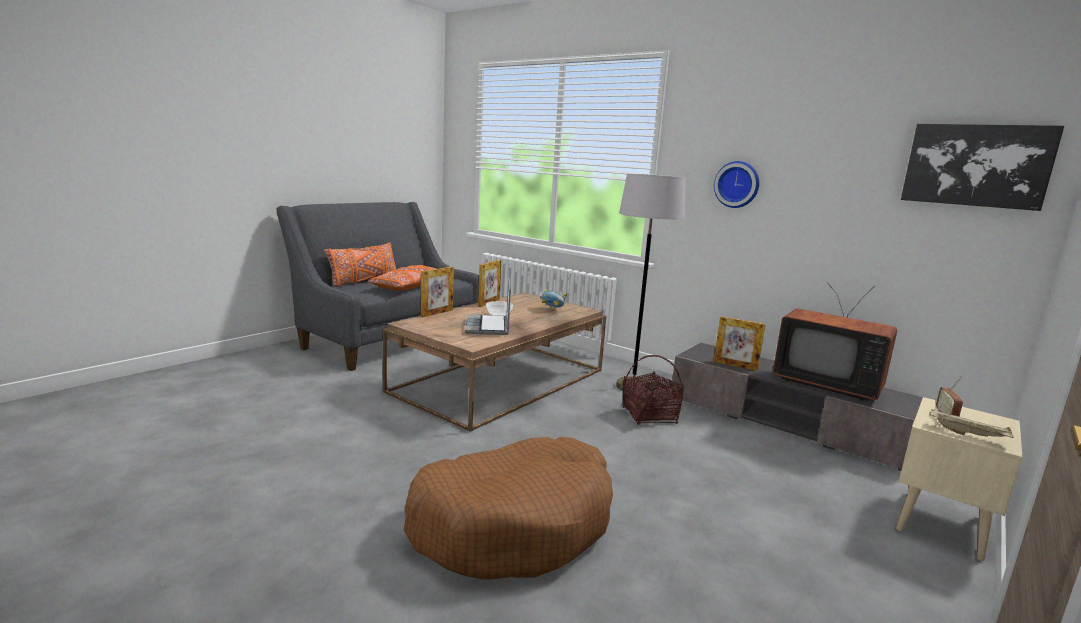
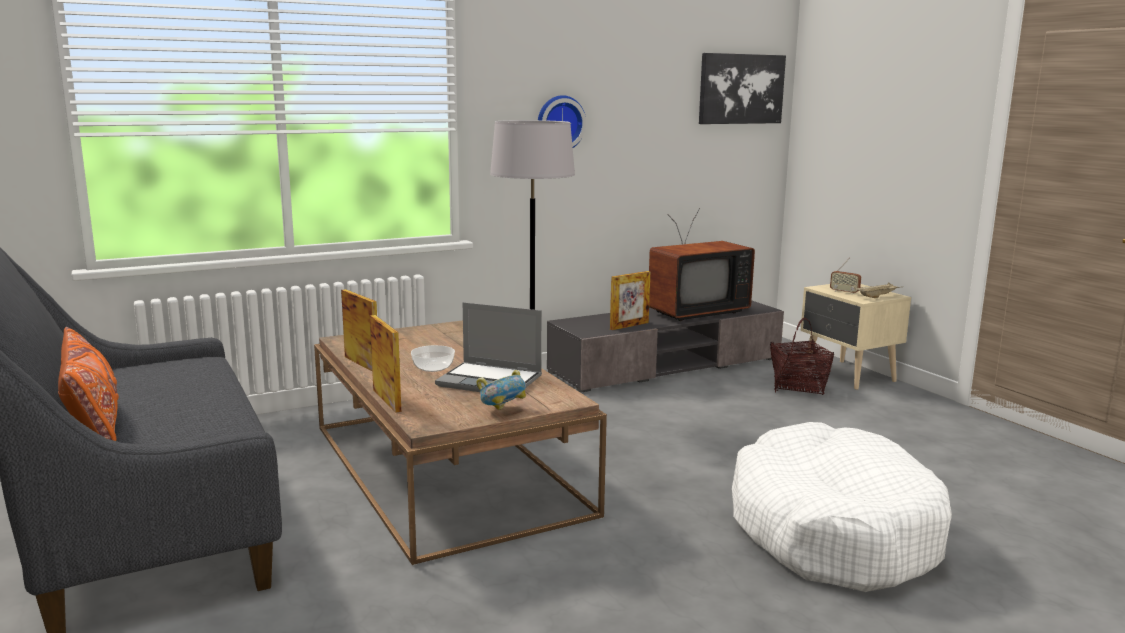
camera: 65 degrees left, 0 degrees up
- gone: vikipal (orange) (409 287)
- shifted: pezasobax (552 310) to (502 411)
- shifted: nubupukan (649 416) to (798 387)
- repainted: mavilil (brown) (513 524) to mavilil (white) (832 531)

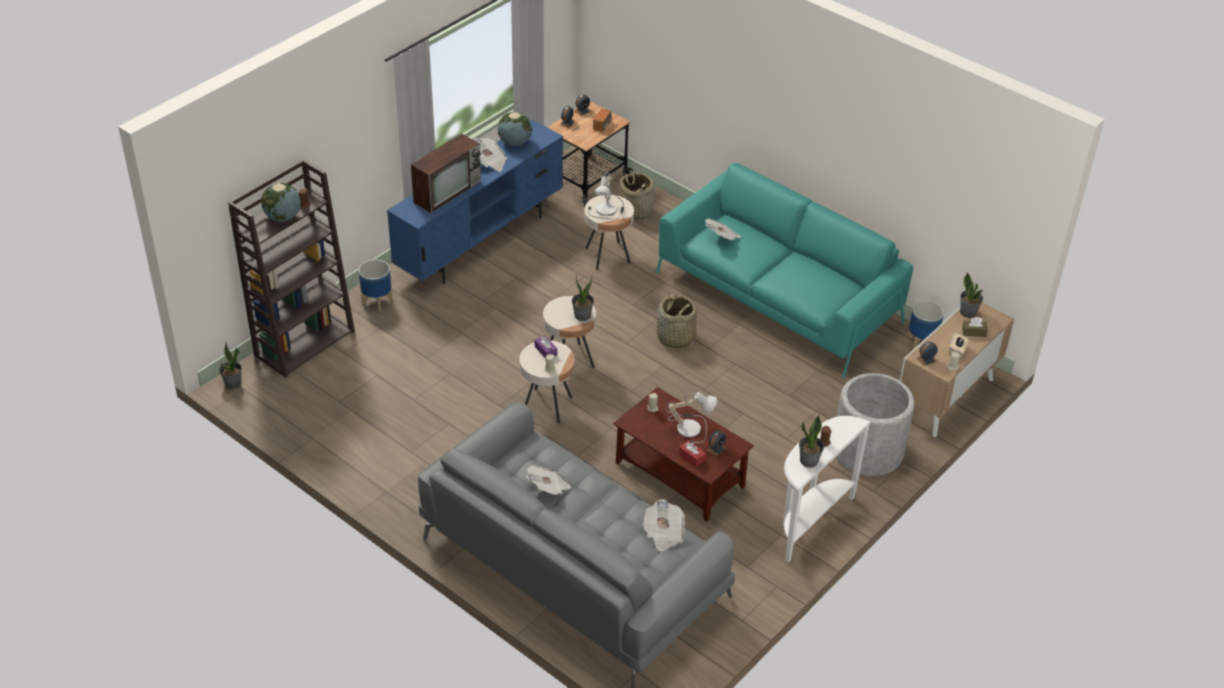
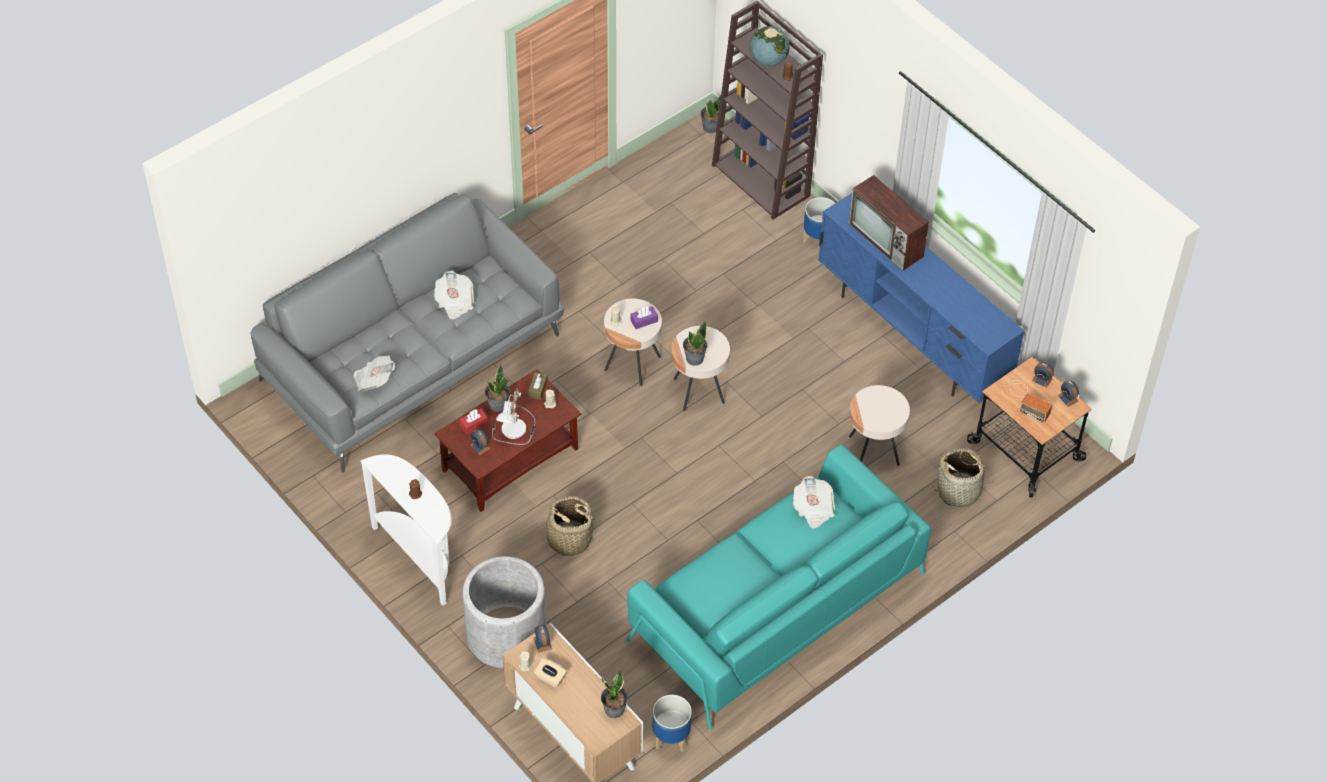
camera: 100 degrees right, 10 degrees up
- gone: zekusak (489 162)
- gone: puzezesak (515 142)
- gone: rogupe (608 210)
- shifted: nubupukan (675 337) to (569 539)
- shifted: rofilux (809 461) to (498 405)
- shifted: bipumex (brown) (974 332) to (537 389)

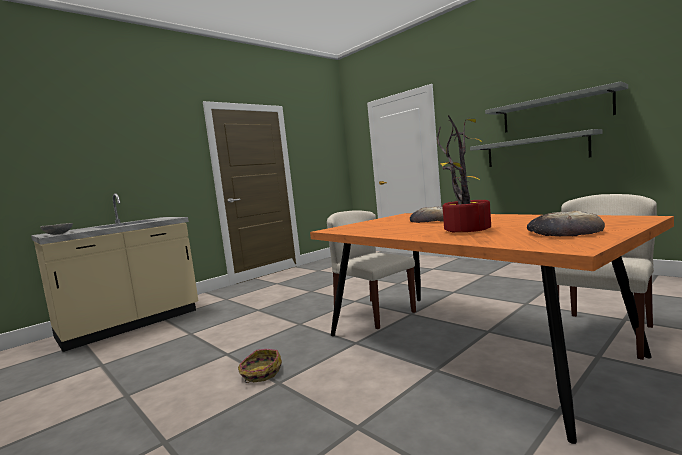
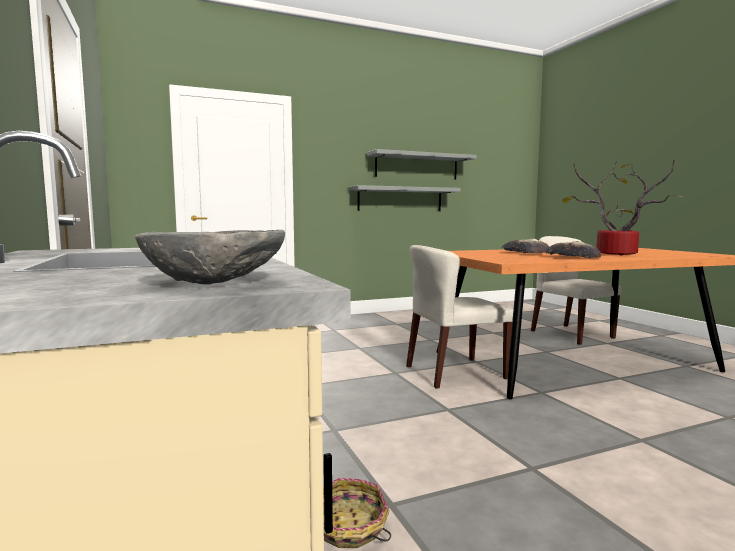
camera: 70 degrees left, 0 degrees up
- shifted: nubupukan (260 373) to (350 528)
- shifted: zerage (564 232) to (571 257)

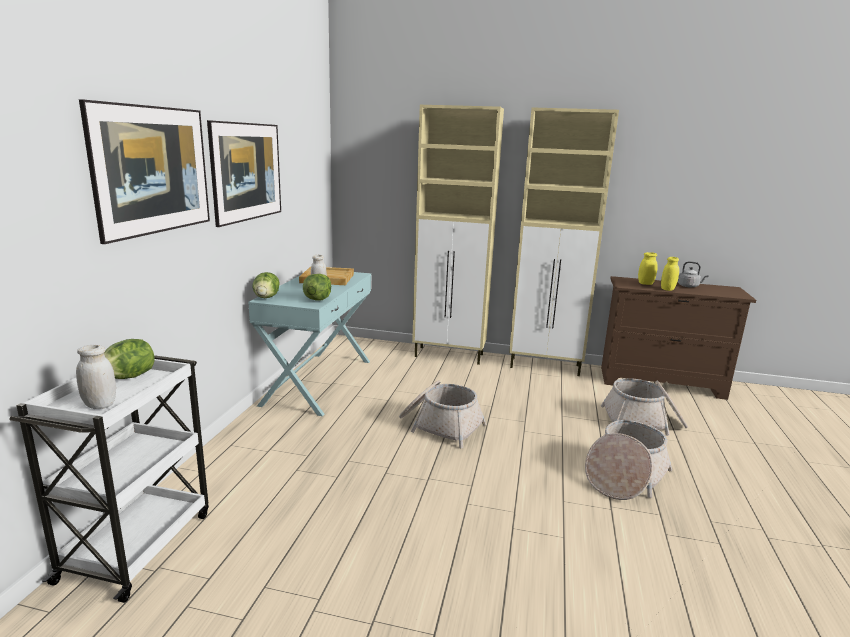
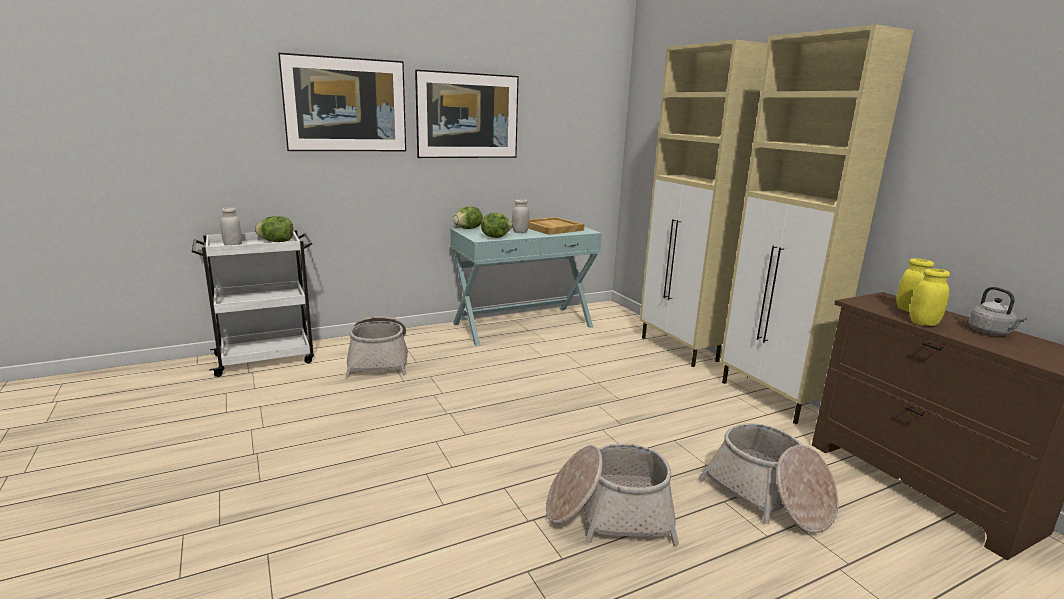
camera: 50 degrees right, 0 degrees up
- shifted: nubupukan (440 425) to (379 360)

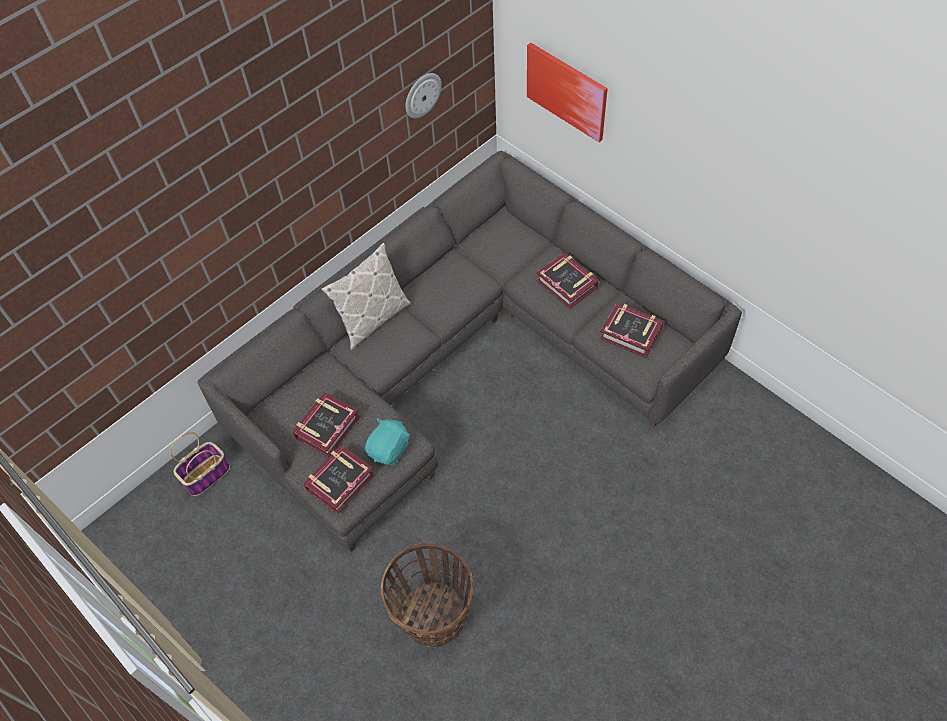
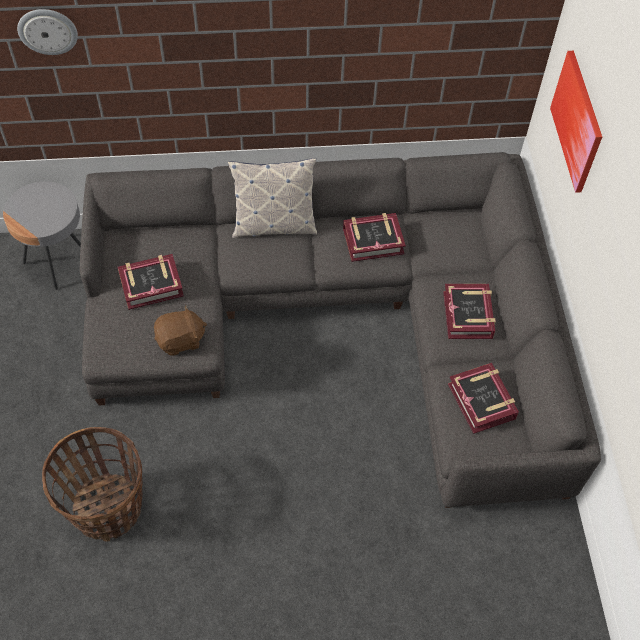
camera: 35 degrees right, 0 degrees up
- shifted: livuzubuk (340 481) to (373 241)
- shifted: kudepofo (422 95) to (47 31)
- swapped: nubupukan (206 474) to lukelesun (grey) (58 261)
- repainted: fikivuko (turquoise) (389 449) to fikivuko (brown) (181 340)

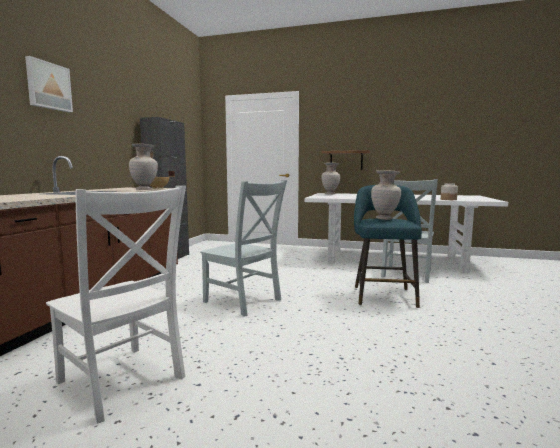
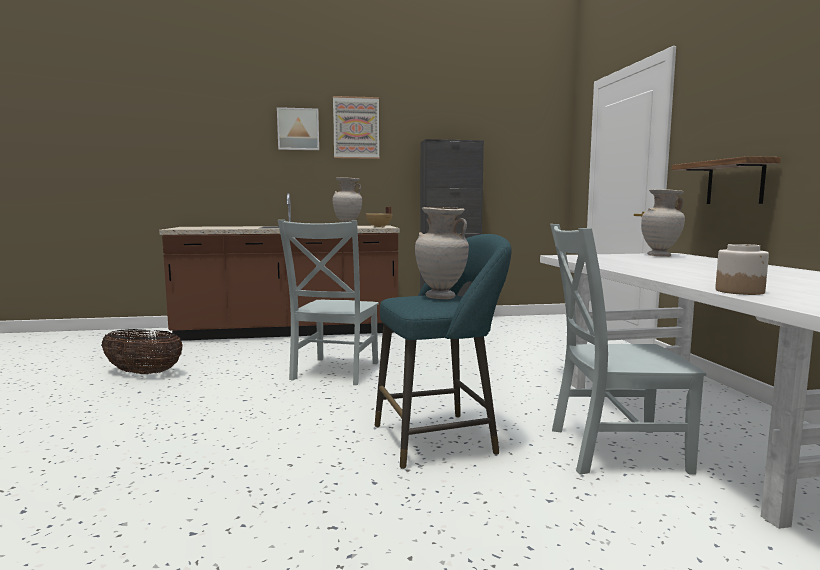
camera: 65 degrees right, 0 degrees up
- new: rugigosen (356 128)
- swapped: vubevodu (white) (123 382) to nubupukan (144 373)

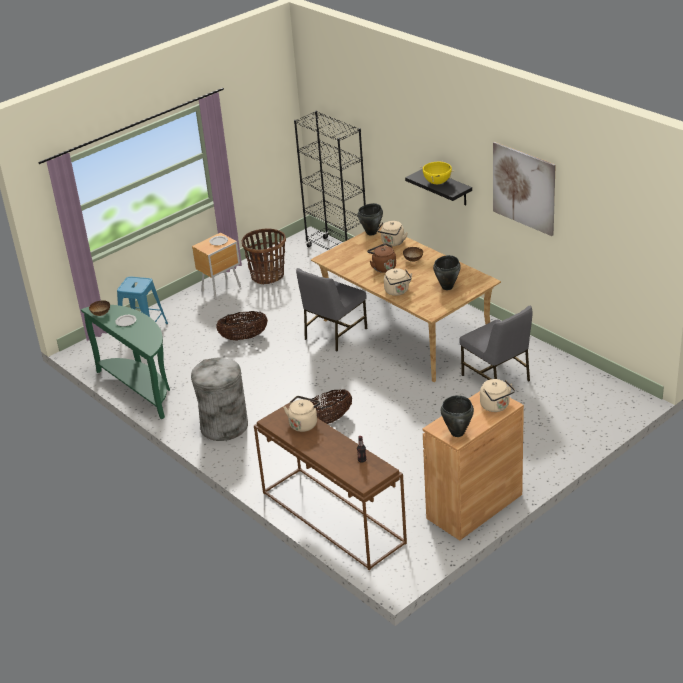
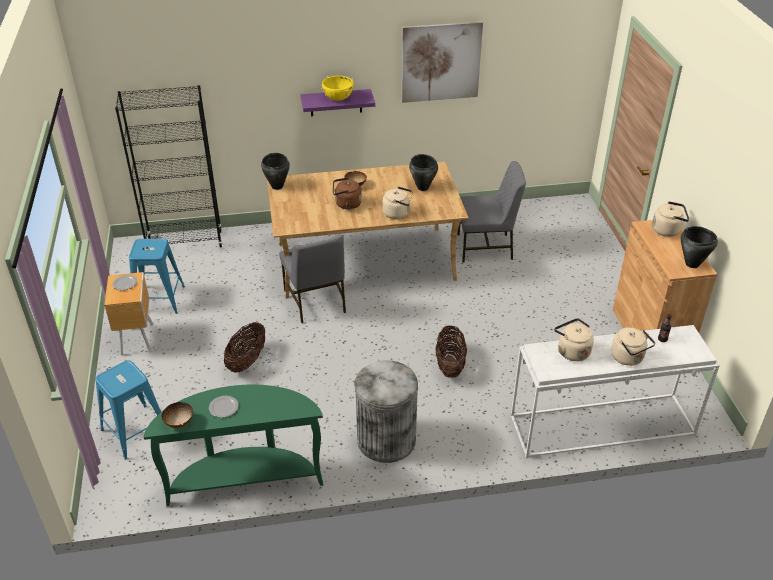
camera: 60 degrees left, 5 degrees up
- shifted: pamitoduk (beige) (392 243) to (628 358)
- swapped: nubupukan (267 276) to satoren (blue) (159 299)
- repainted: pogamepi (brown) (331 517) to pogamepi (white) (601 427)
- repainted: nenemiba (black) (448 187) to nenemiba (purple) (336 102)

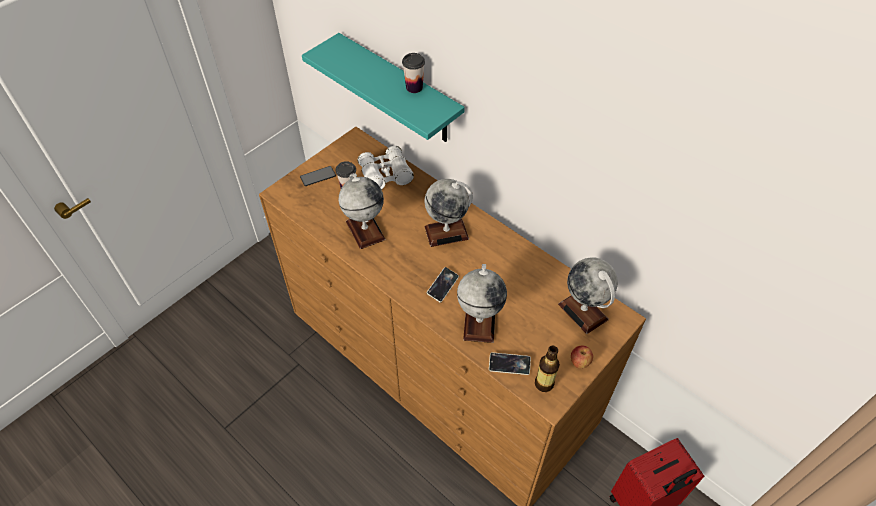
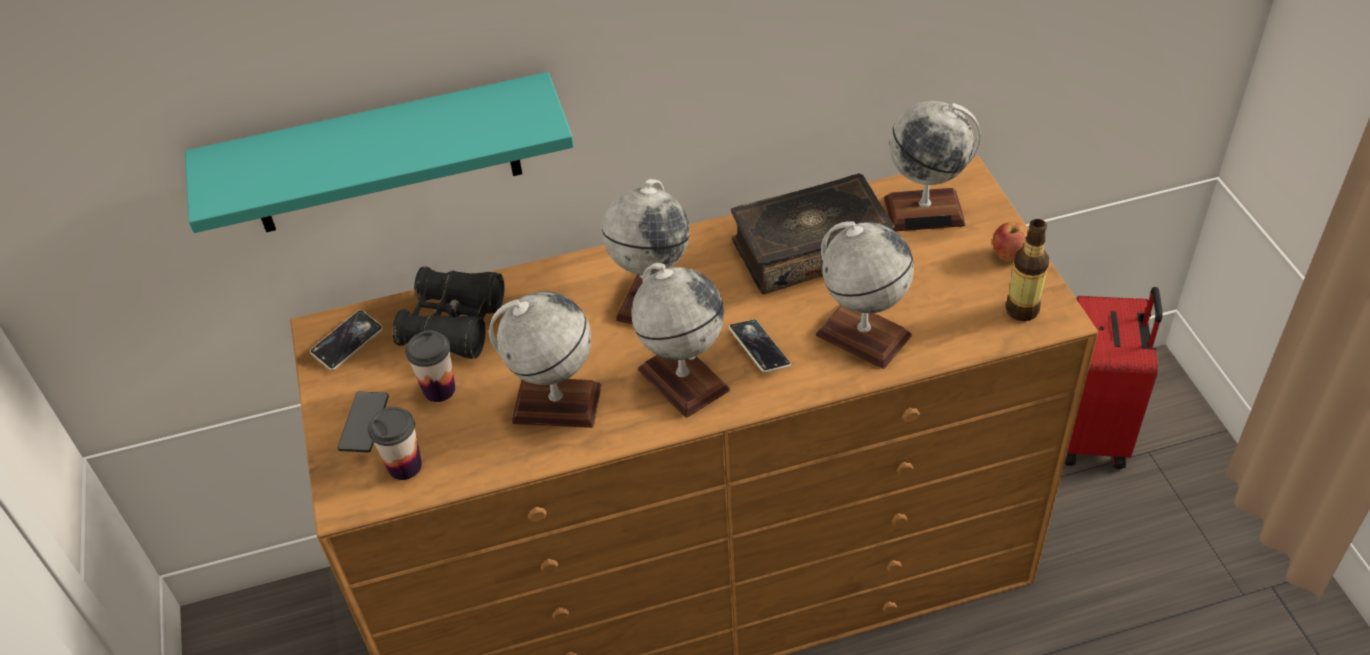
camera: 55 degrees left, 5 degrees down
- new: puzezesak (682 379)
- new: livuzubuk (812 248)
- shifted: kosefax (414 87) to (404 466)
- shifted: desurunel (509 365) to (347 343)
- repainted: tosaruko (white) (385 175) to tosaruko (black) (454 324)

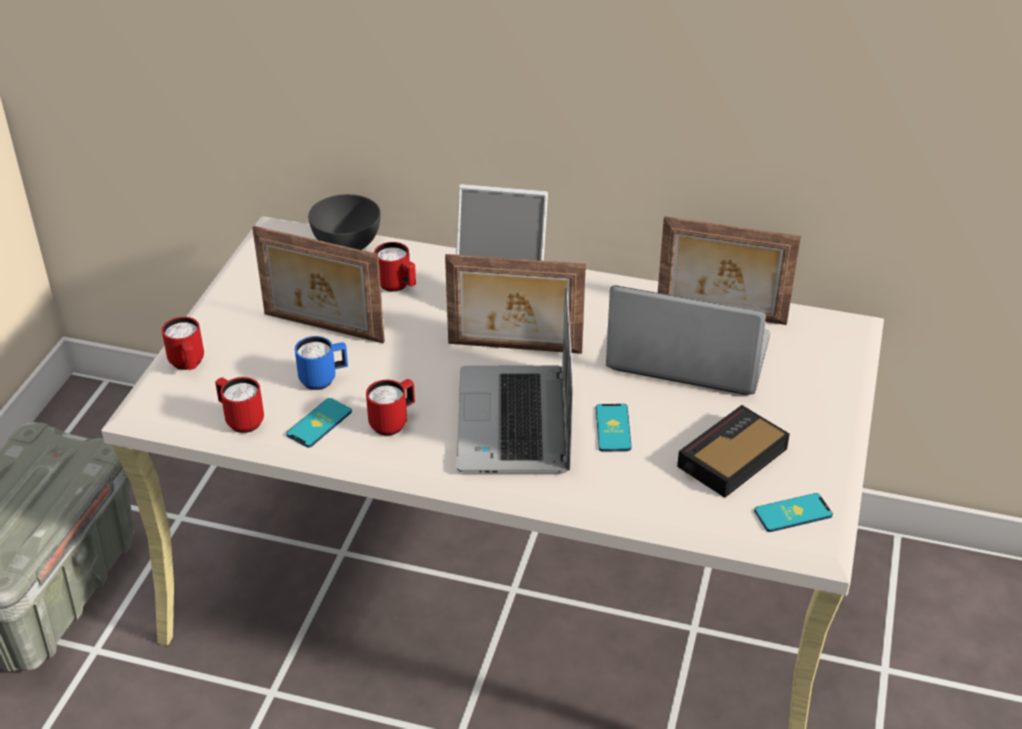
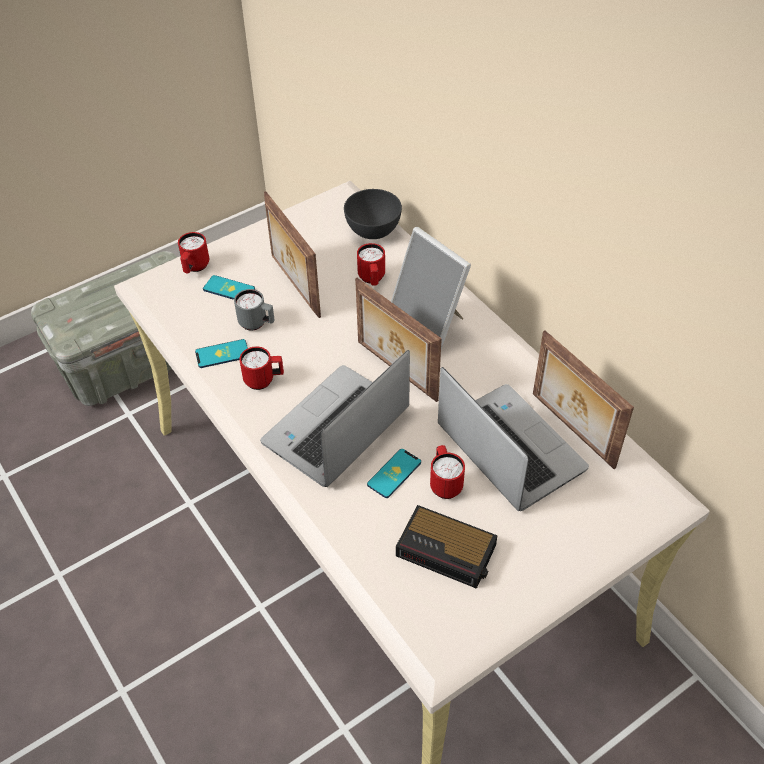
camera: 40 degrees right, 10 degrees up
- shifted: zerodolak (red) (241 420) to (444 483)
- shifted: desurunel (793 513) to (229 289)
- repainted: zerodolak (blue) (324 379) to zerodolak (grey) (257 324)
- rotated: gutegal (730 459) = (448 551) 150 degrees counterclockwise

